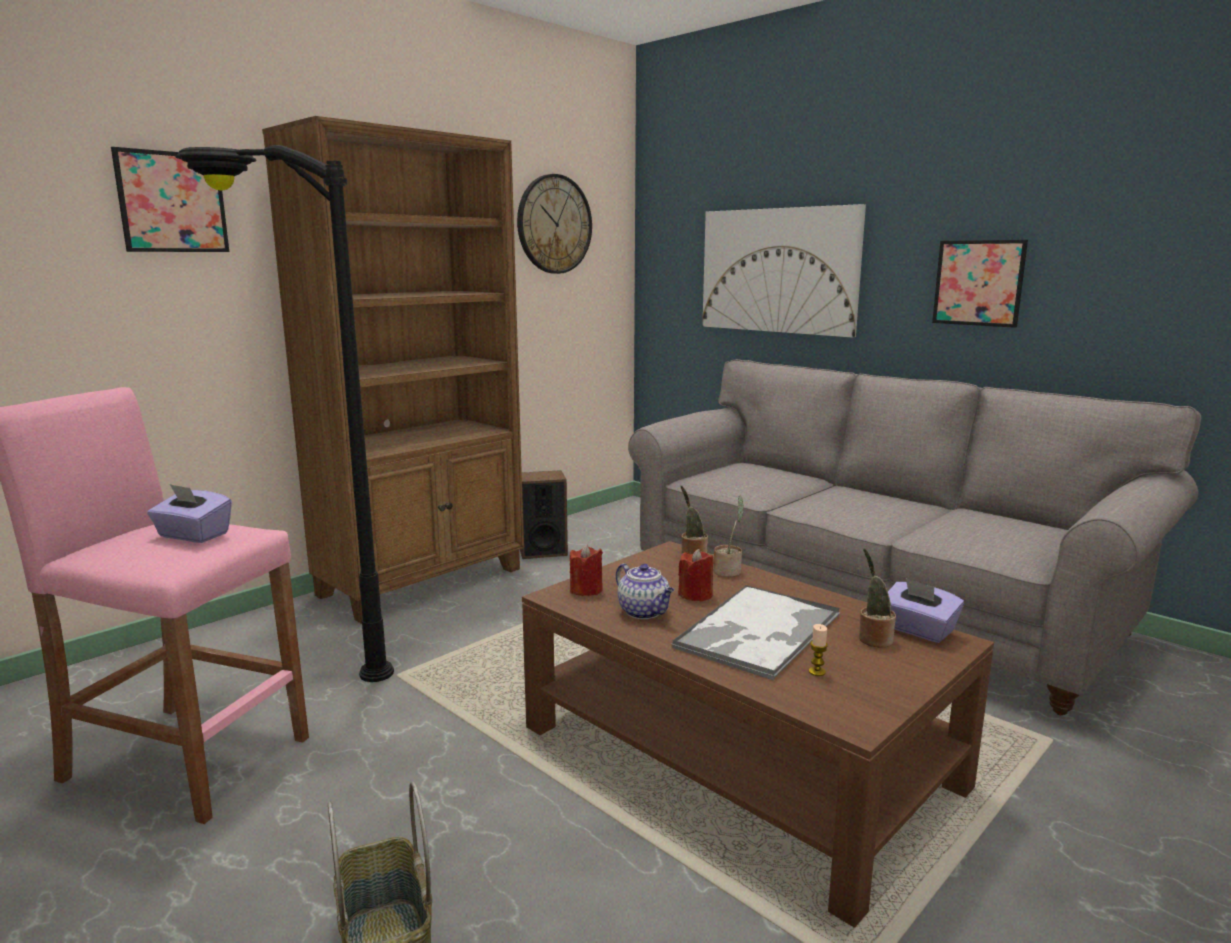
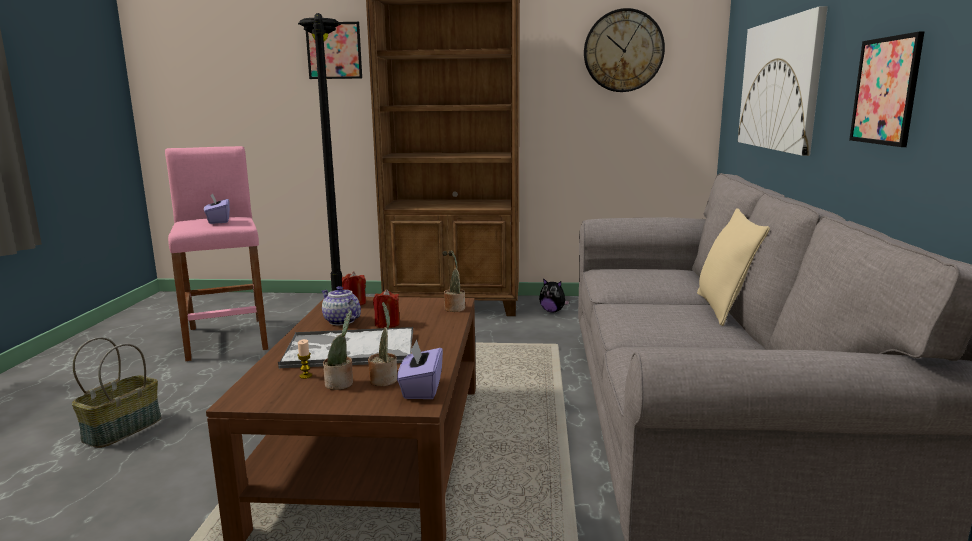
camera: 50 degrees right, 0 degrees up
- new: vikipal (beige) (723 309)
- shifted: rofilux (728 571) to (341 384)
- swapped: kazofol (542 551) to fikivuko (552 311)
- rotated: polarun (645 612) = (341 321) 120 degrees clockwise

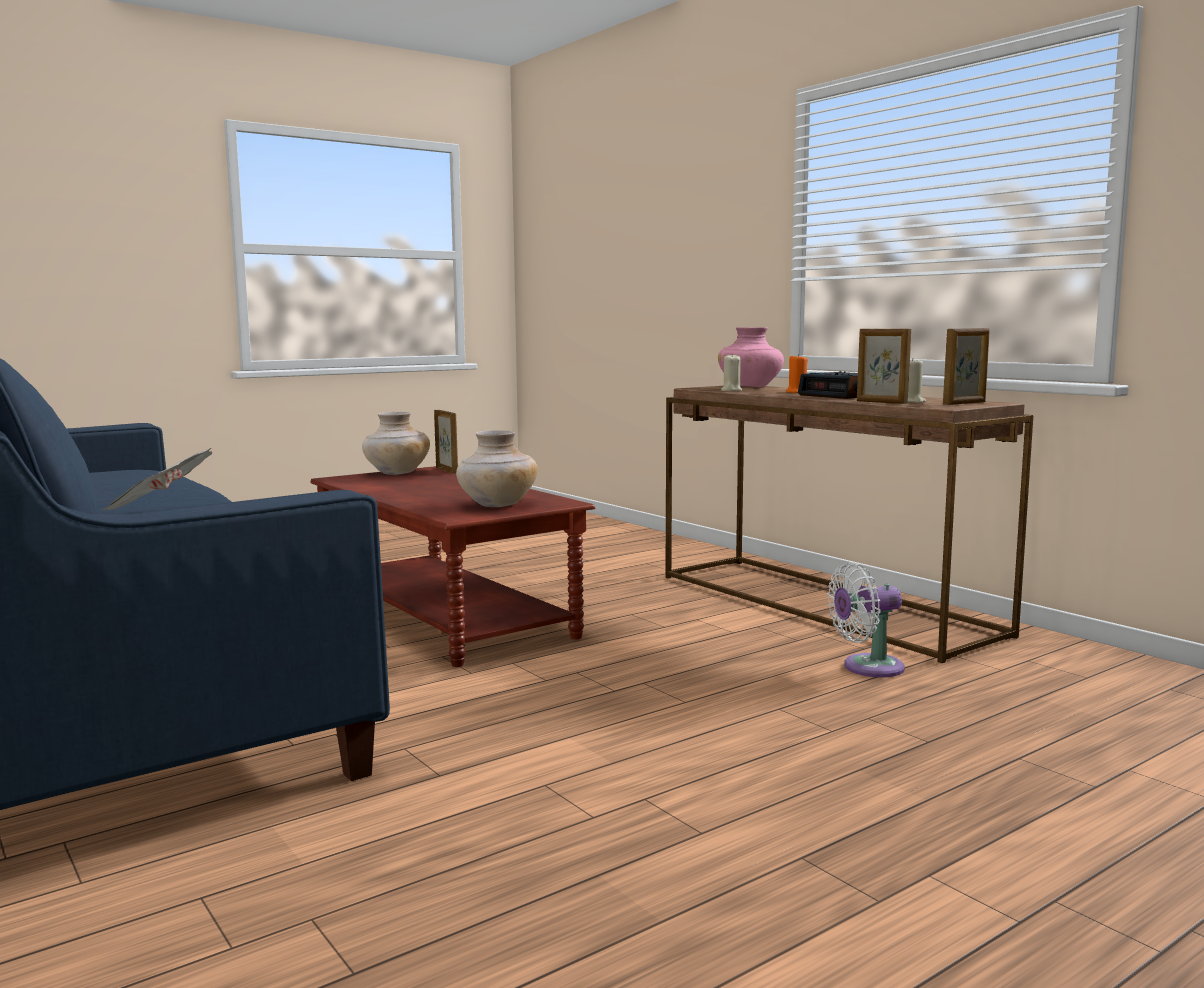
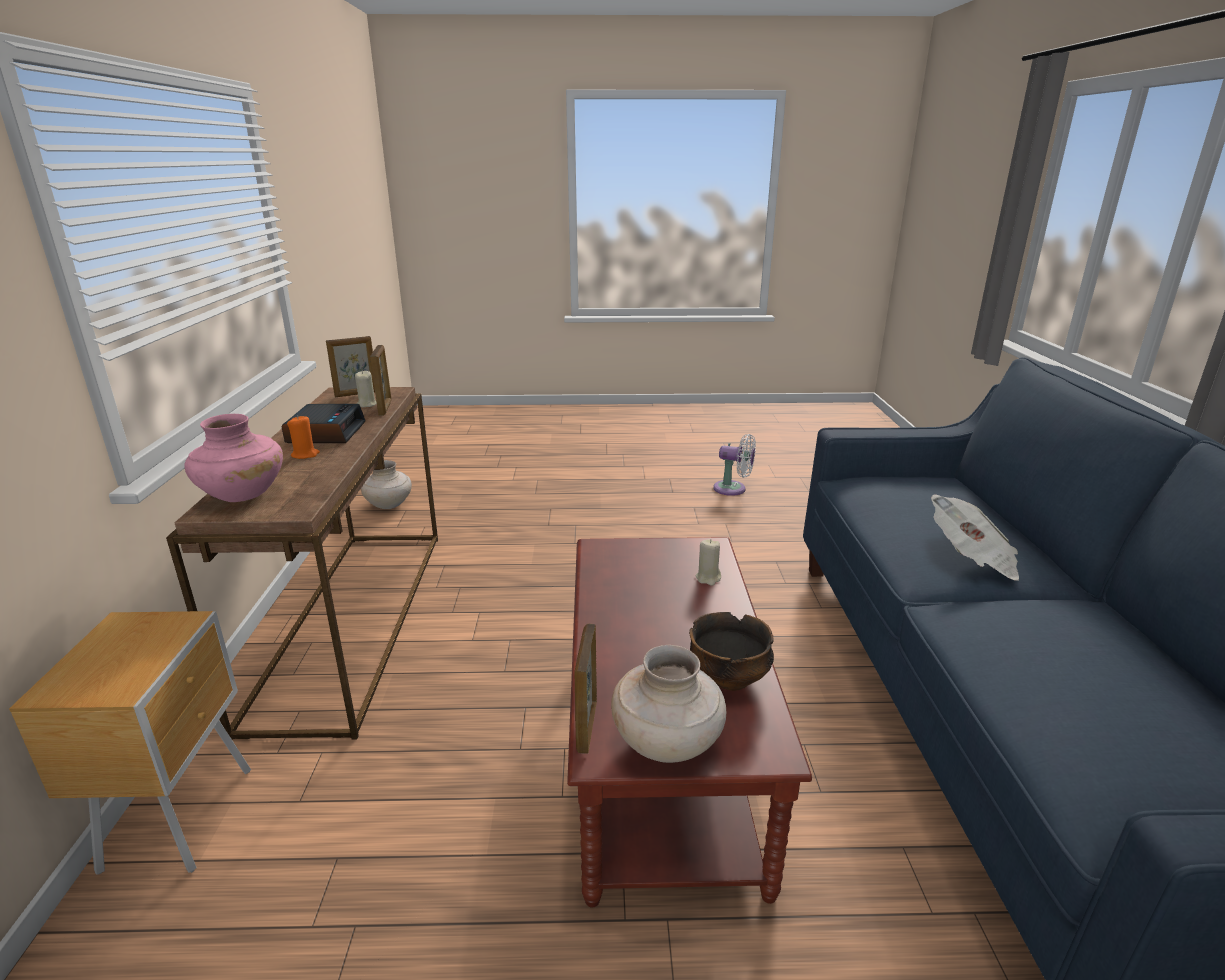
camera: 145 degrees left, 15 degrees up
- new: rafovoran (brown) (183 816)
- new: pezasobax (729 678)
- shifted: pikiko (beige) (497 505) to (389 505)
- shifted: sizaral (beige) (731 390) to (708 578)
- shifted: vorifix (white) (867 667) to (733 489)
- rotated: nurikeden (965 403) = (356 394) 150 degrees clockwise

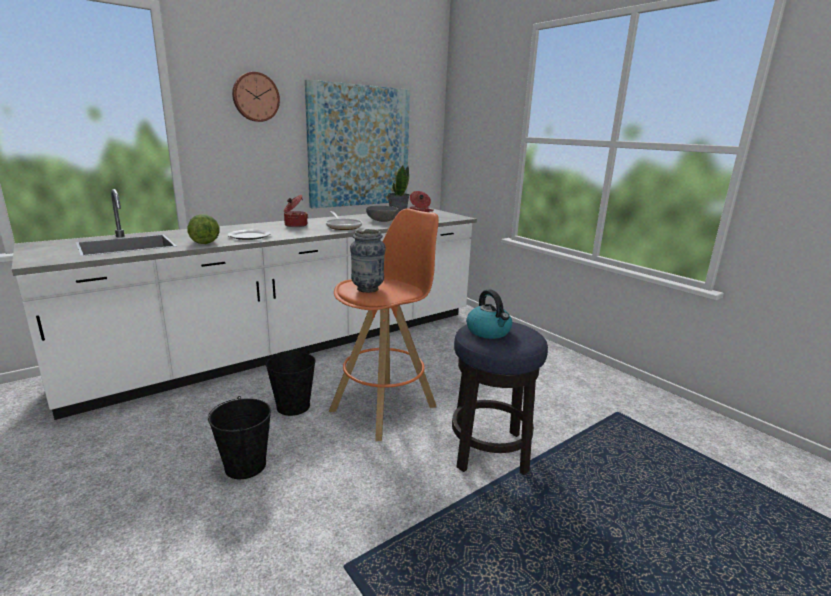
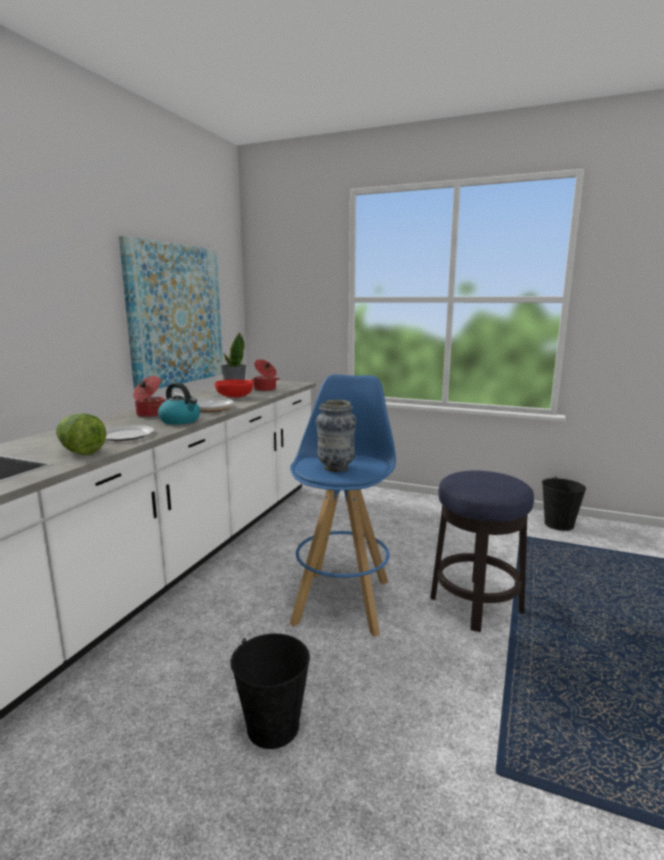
camera: 30 degrees left, 5 degrees down
- gone: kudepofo (255 97)
- shifted: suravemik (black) (293 406) to (559 524)
- shifted: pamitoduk (489 332) to (180 421)
- repainted: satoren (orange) (384 407) to satoren (blue) (343 600)
- repainted: pezasobax (grey) (382 221) to pezasobax (red) (234 396)

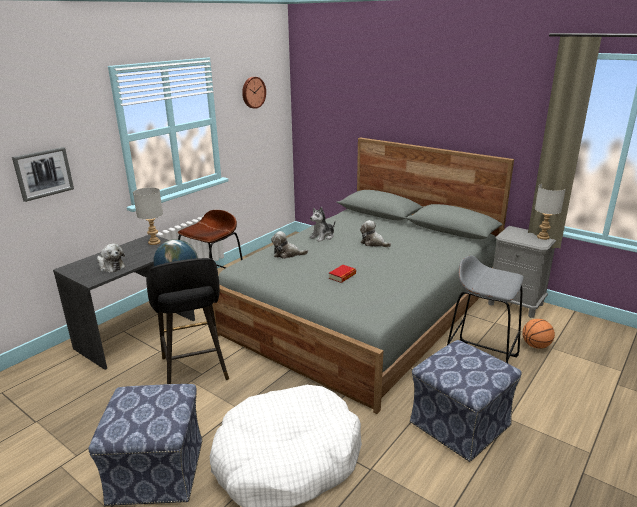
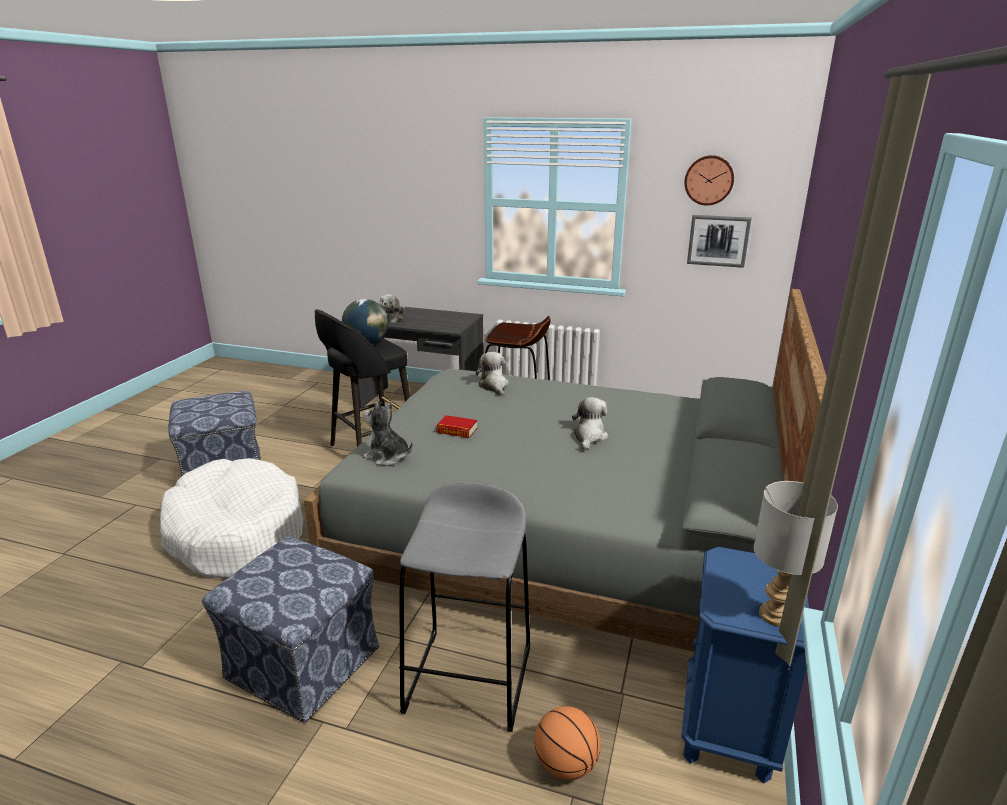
camera: 70 degrees right, 0 degrees up
- gone: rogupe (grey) (153 242)
- shifted: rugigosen (43 173) to (718 240)
- shifted: fikivuko (323 236) to (388 457)
- repainted: rafovoran (grey) (515 304) to rafovoran (blue) (728 728)

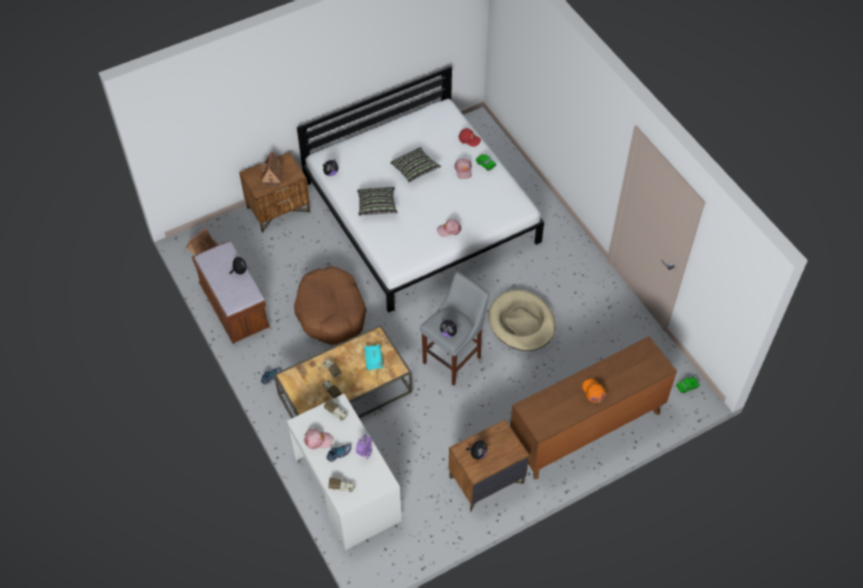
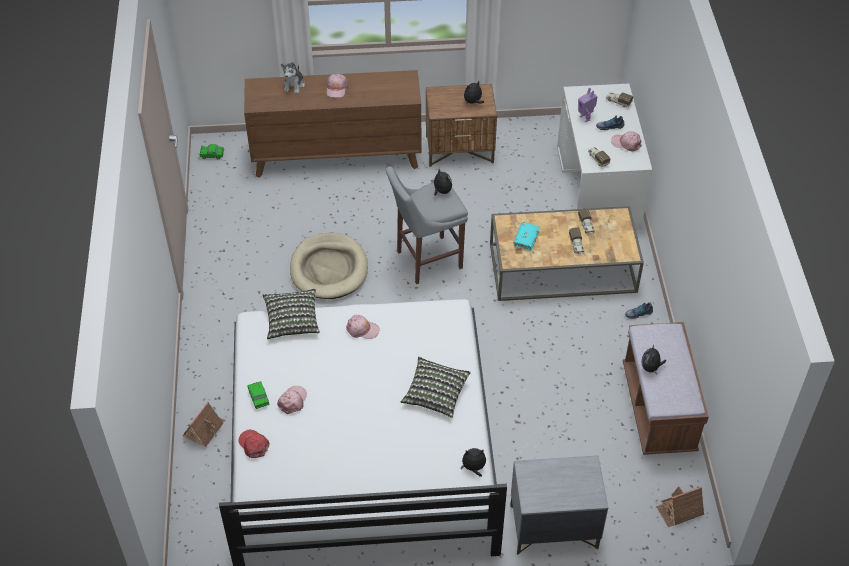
camera: 155 degrees left, 5 degrees down
- gone: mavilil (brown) (331 312)
- new: fikivuko (294 85)
- shifted: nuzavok (272 176) to (204 429)
- shifted: vikipal (415 170) to (292 320)
- repainted: rafovoran (brown) (279 210) to rafovoran (grey) (553 527)
- repainted: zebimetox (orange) (593 391) to zebimetox (pink) (336 88)

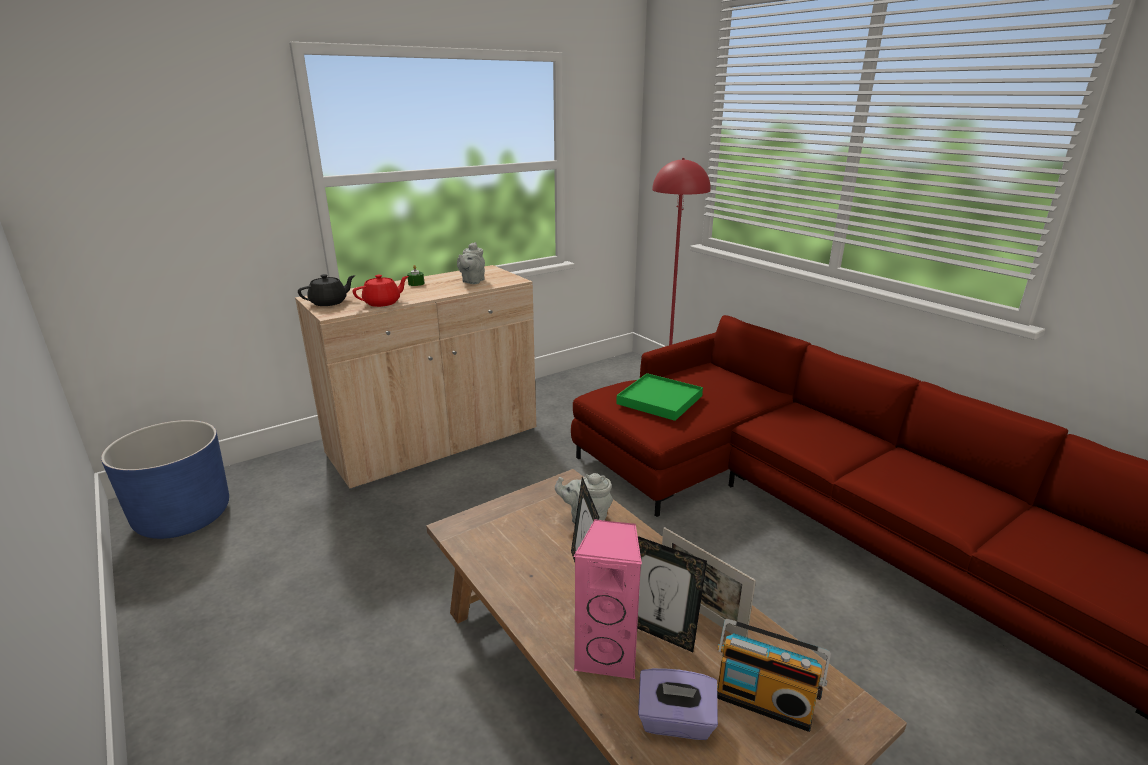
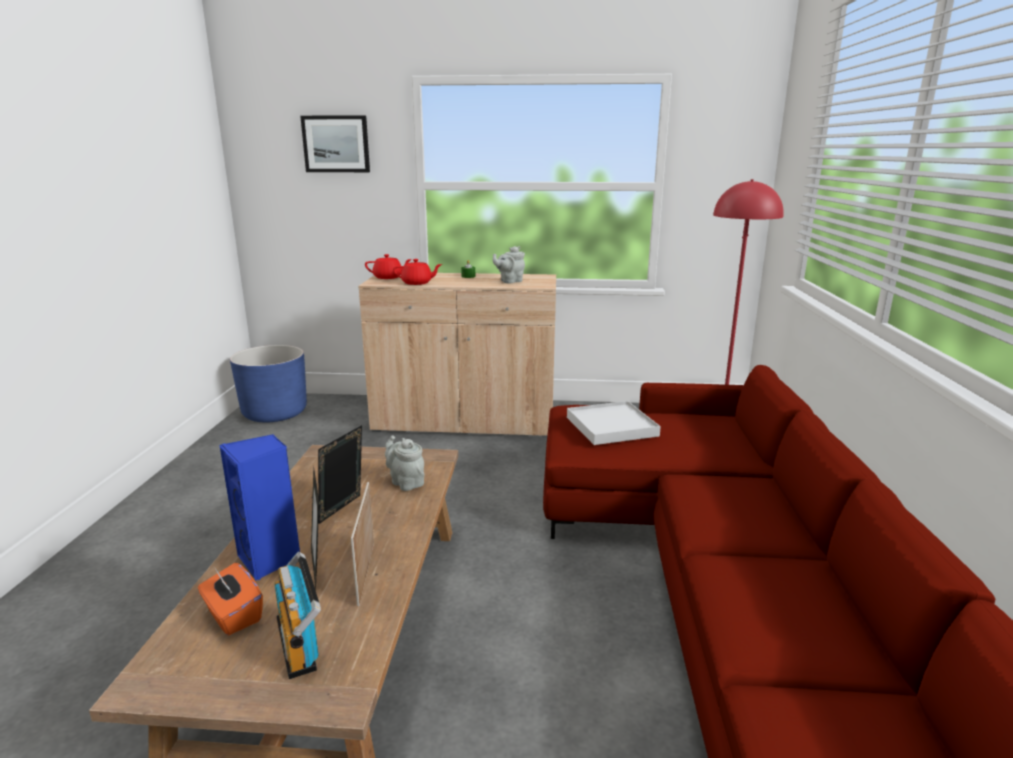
camera: 40 degrees right, 5 degrees down
- new: rugigosen (336 144)
- repainted: polarun (black) (329 302) to polarun (red) (388 277)
- repainted: kazofol (pink) (608 654) to kazofol (blue) (270 559)
- repainted: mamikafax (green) (660 400) to mamikafax (white) (611 426)
- repainted: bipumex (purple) (675 721) to bipumex (orange) (233 615)

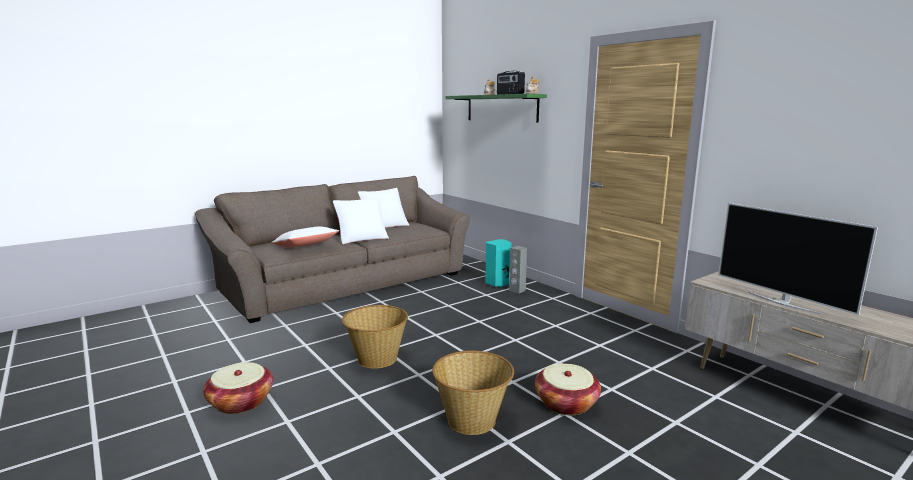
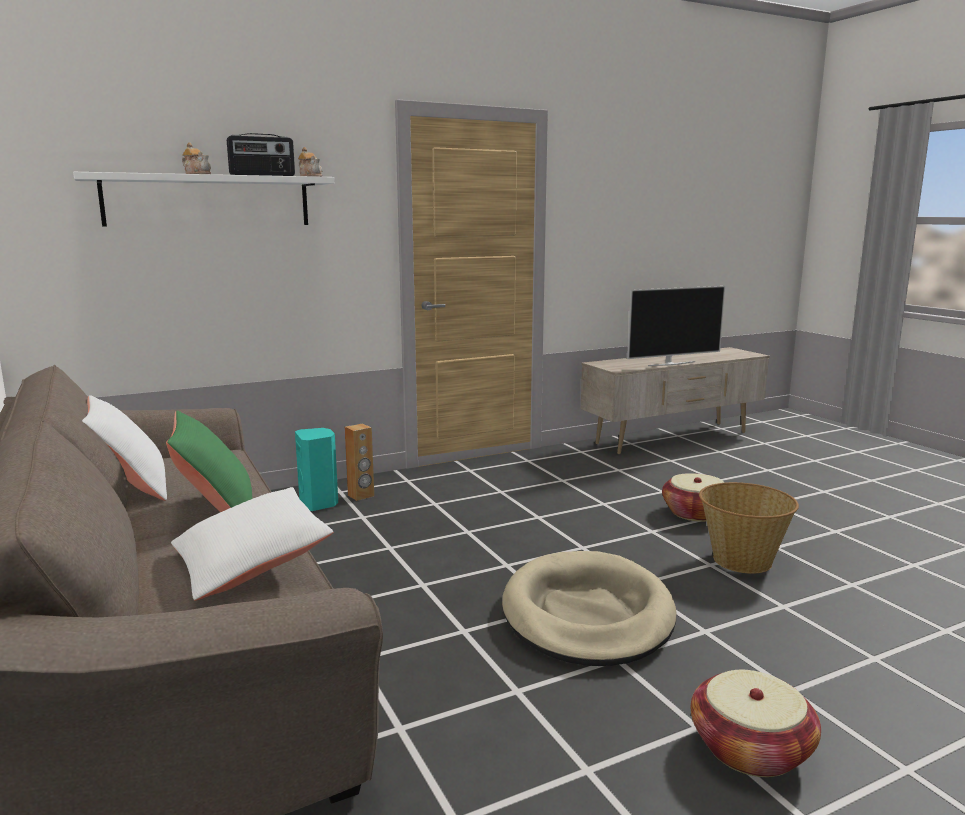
camera: 80 degrees left, 0 degrees up
- swapped: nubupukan (377 359) to mavilil (beige) (587 614)
- repainted: vikipal (white) (362 238) to vikipal (green) (217 511)
- repainted: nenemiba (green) (501 108) to nenemiba (white) (208 201)
- repainted: kazofol (grey) (517 290) to kazofol (brown) (361 496)

